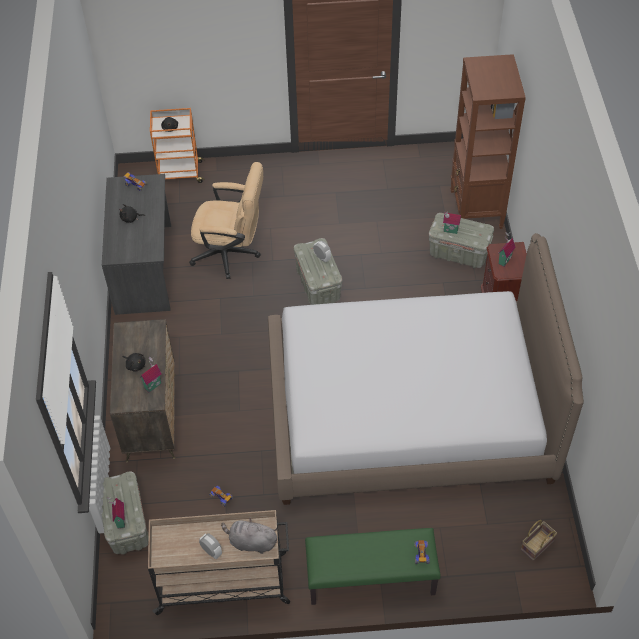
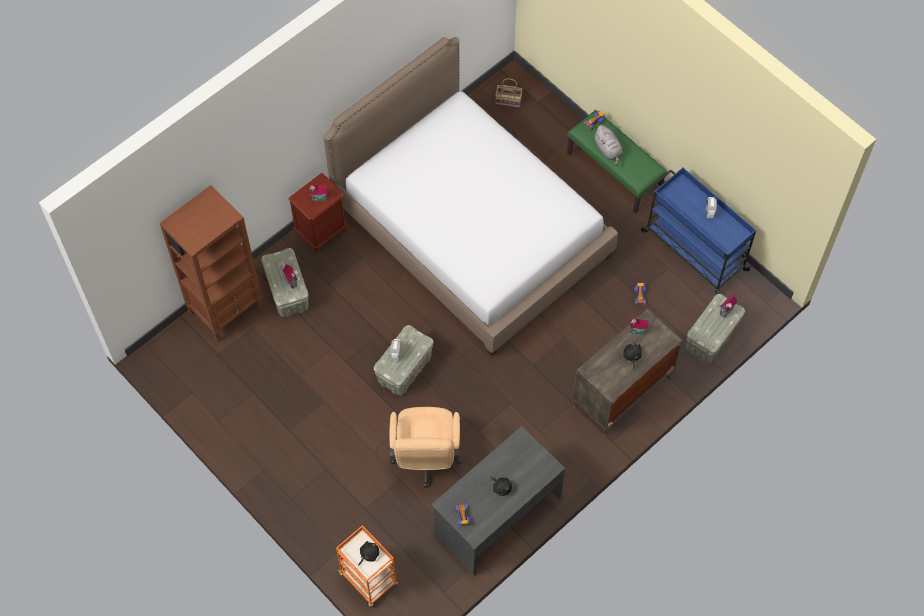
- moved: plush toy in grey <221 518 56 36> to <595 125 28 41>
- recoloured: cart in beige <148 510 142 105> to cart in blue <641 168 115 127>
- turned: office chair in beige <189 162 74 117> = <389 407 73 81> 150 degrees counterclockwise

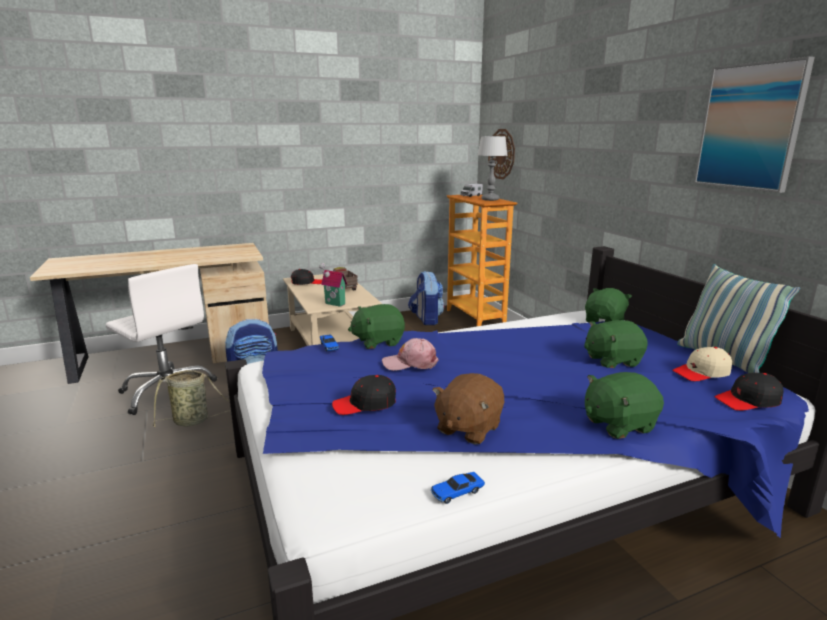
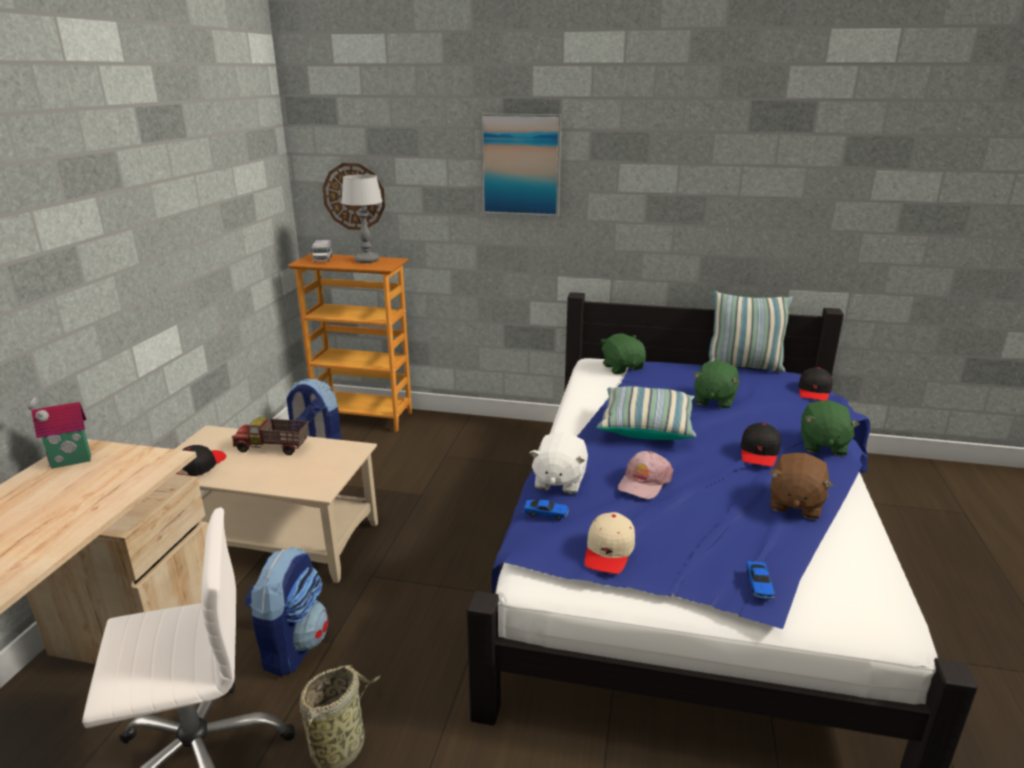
- added: pillow <596 386 100 54>
- moved: toy house <319 263 28 44> to <25 397 66 72>
- moved: cap in black <332 375 64 40> to <741 423 40 44>
- moved: toy car <431 472 54 32> to <746 561 29 38>
- moved: cap in beige <673 347 59 34> to <584 512 51 62>
- moved: picture <694 56 121 137> to <481 113 81 104>
- recoloured: plush toy in green <348 304 57 45> to plush toy in white <529 432 59 62>
- turned: plush toy in brown <432 373 72 72> = <769 453 65 67> 45 degrees clockwise

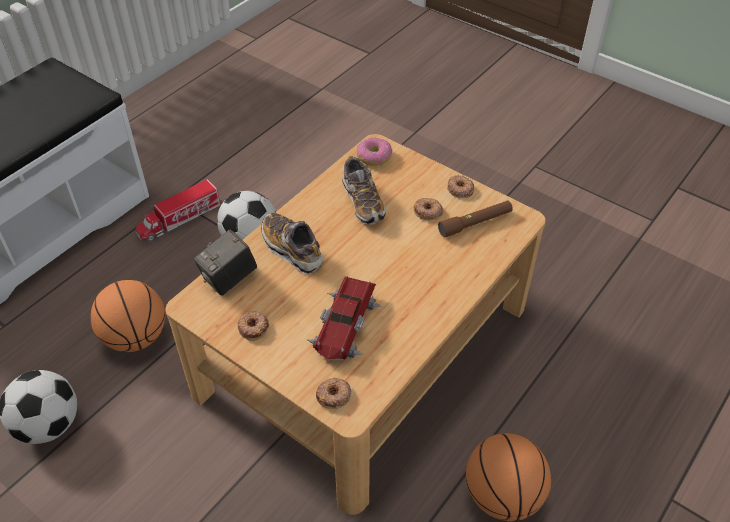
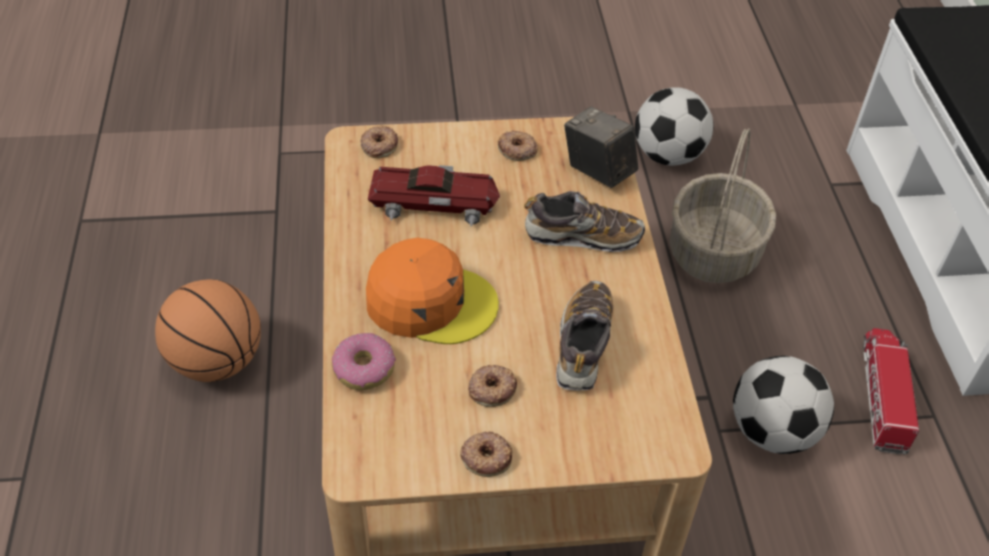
- removed: flashlight in brown <438 201 75 37>
- added: cap in orange <366 237 133 107>
- moved: donut <357 137 35 29> to <332 333 64 57>
- replaced: basketball <91 280 74 72> to basket <670 128 106 155>
- turned: photo camera <194 230 63 66> = <564 106 74 82> 45 degrees counterclockwise
- turned: toy car <306 276 76 85> = <368 165 132 62> 120 degrees clockwise
- turned: shoe <342 155 44 70> = <556 281 57 110> 75 degrees clockwise

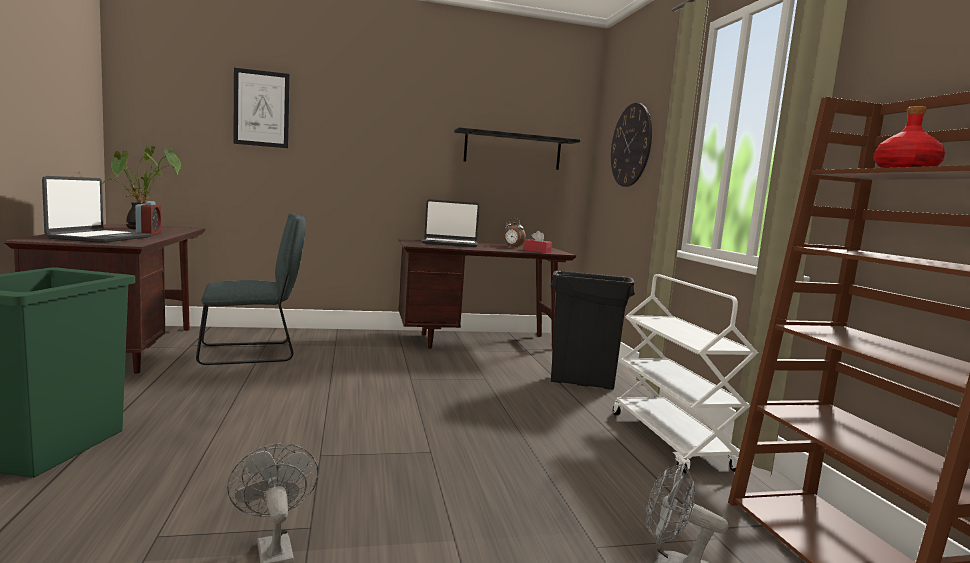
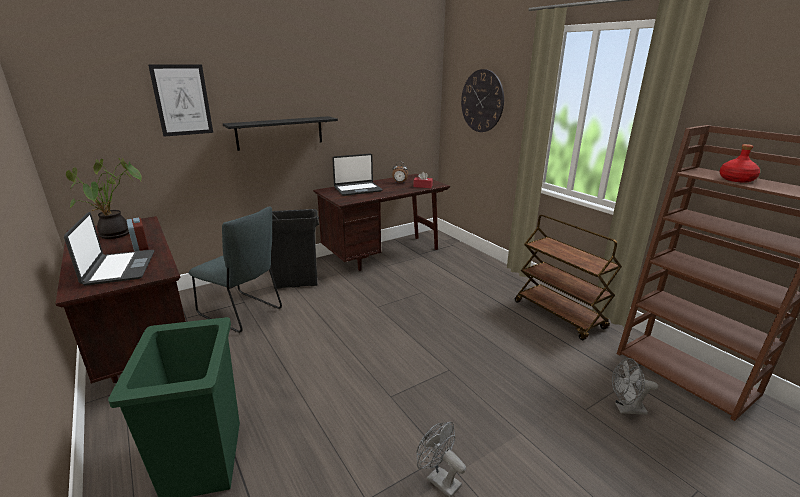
- moved: shelf in black <454 127 126 43> to <223 116 115 35>
- moved: trash can in black <550 270 85 120> to <271 209 48 80>
- recoloured: cart in white <613 274 145 200> to cart in brown <515 214 107 126>
- turned: chair in grey <196 213 110 152> = <188 207 94 126> 75 degrees clockwise

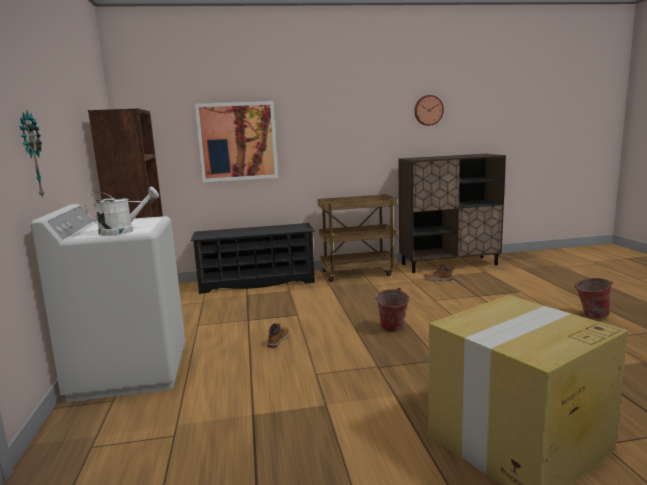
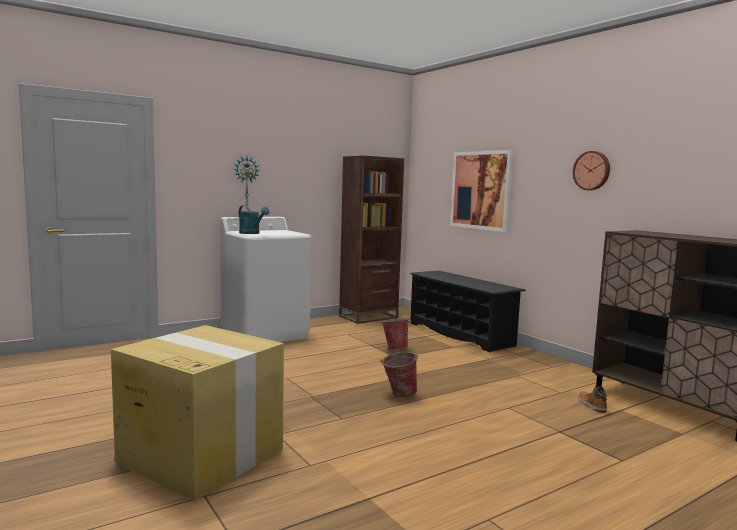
- removed: boot <267 323 22 25>
- removed: cart in brown <317 194 81 88>
- moved: wall clock <414 95 30 31> to <573 151 37 39>
- moved: bucket <574 278 39 40> to <382 318 29 32>
- recoloured: watering can in white <85 186 74 50> to watering can in turquoise <239 205 30 29>

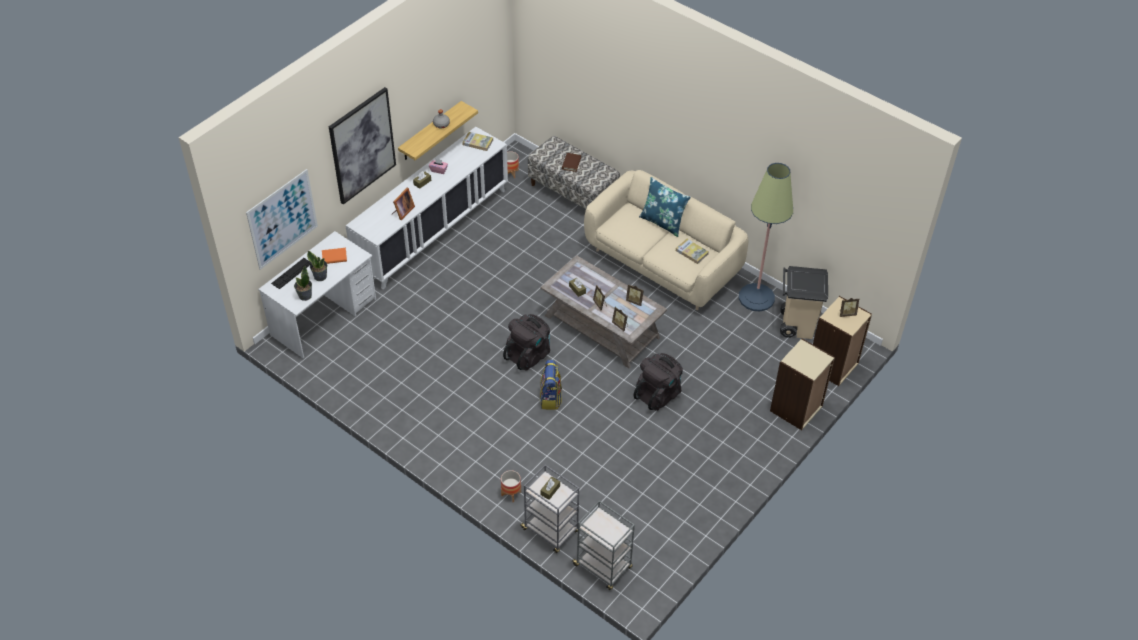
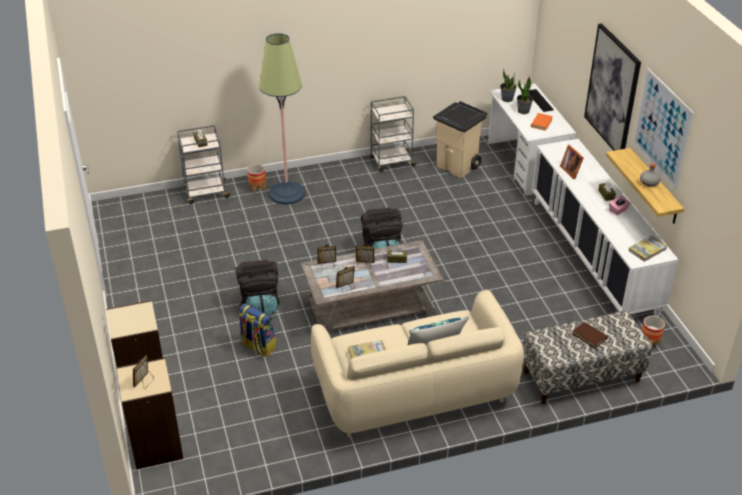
- moved: picture <246 169 72 101> to <633 68 61 122>
- moved: backpack <540 360 22 50> to <239 304 37 53>
- moved: cart in grey <572 501 63 89> to <370 96 48 76>
- moved: floor lamp <739 163 54 148> to <259 33 46 172>
- moved: trash can in beige <780 266 48 73> to <433 101 55 77>

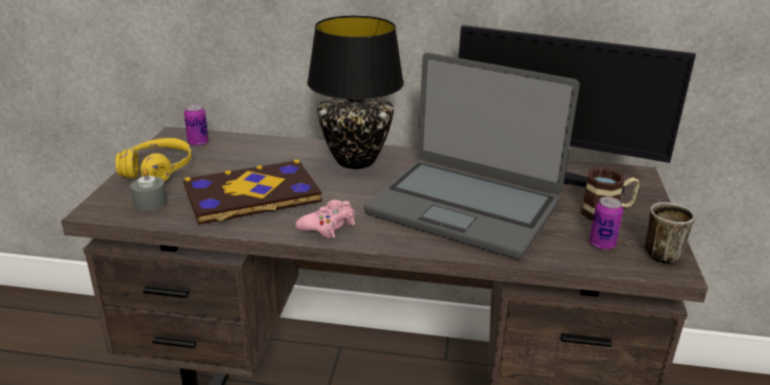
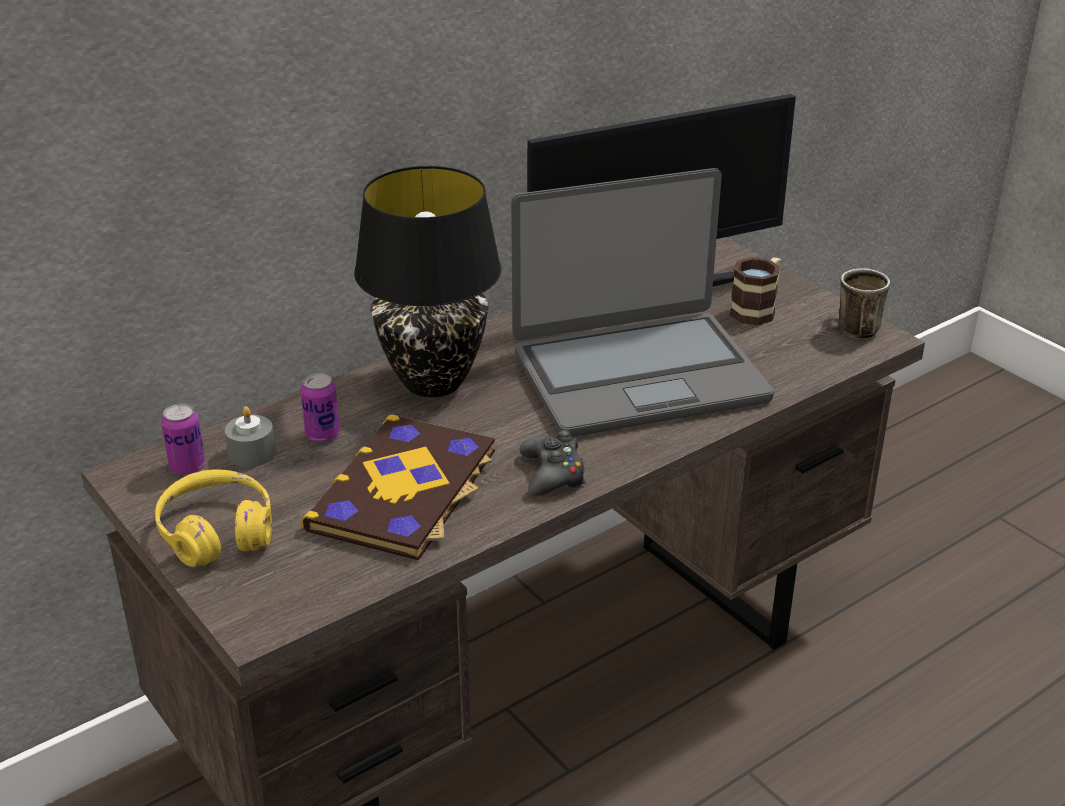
- moved: candle in grey <130 168 37 43> to <225 406 51 61>
- moved: can <589 197 34 53> to <300 373 40 70>
- recoloured: game controller in pink <296 200 59 39> to game controller in black <520 430 66 66>

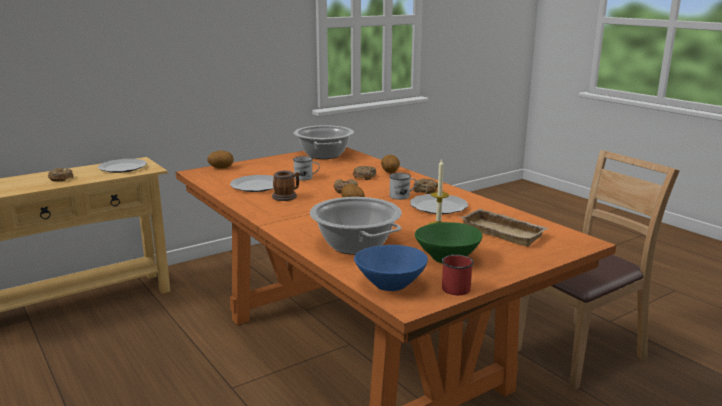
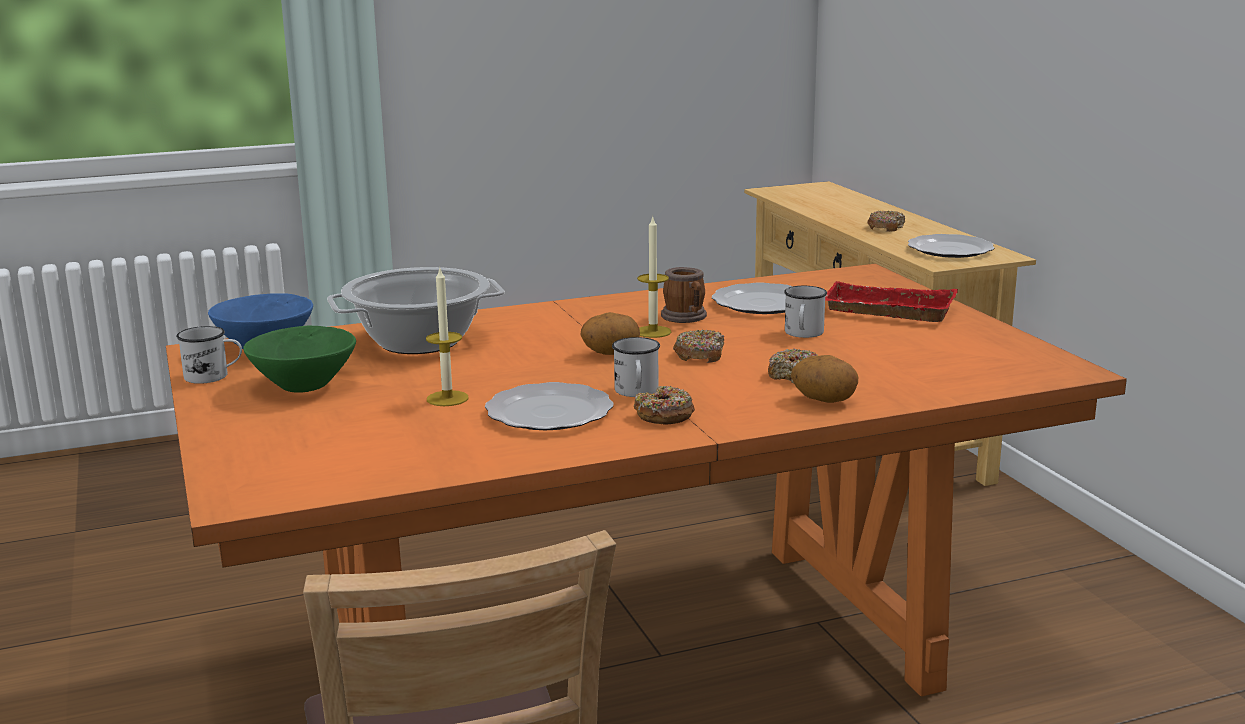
- removed: potato <207 150 27 19>
- removed: cooking pot <294 125 60 34>
- removed: tray in beige <460 208 89 39>
- added: candle <637 215 35 123>
- added: tray in red <825 281 133 41>
- recoloured: mug in red <442 255 32 40> to mug in white <176 326 66 58>

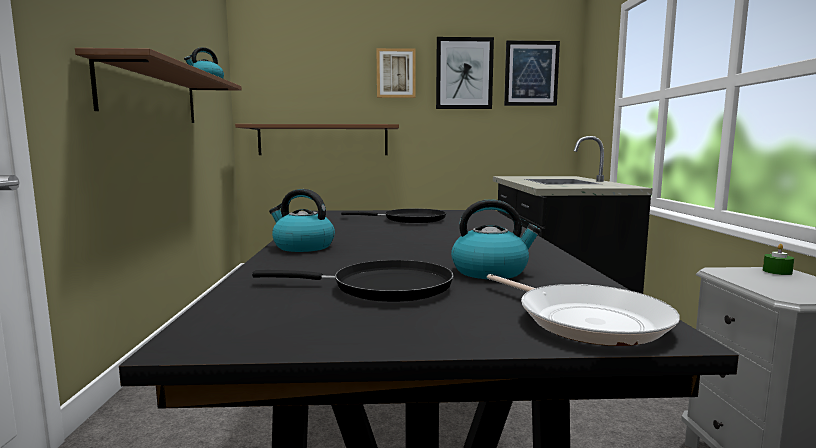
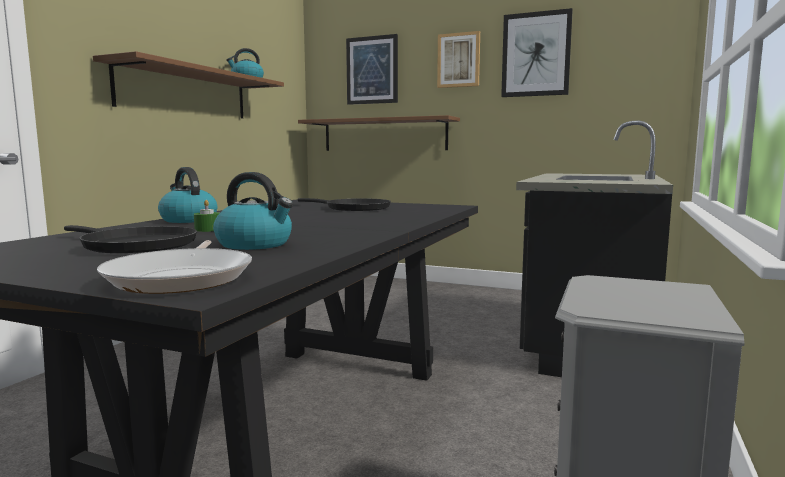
- moved: picture <504 40 56 66> to <346 34 52 71>
- moved: candle in green <763 244 31 31> to <194 200 25 32>

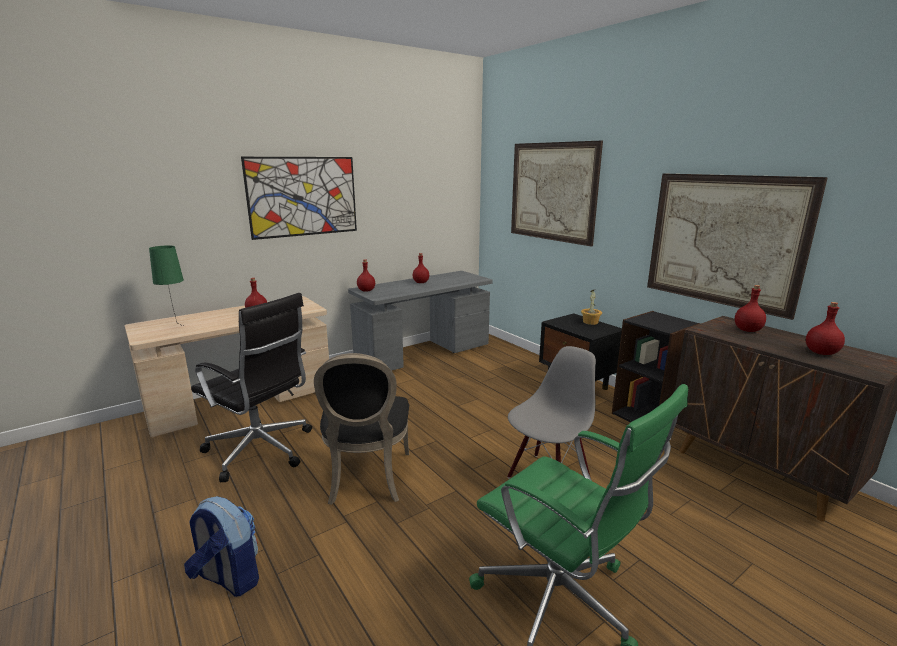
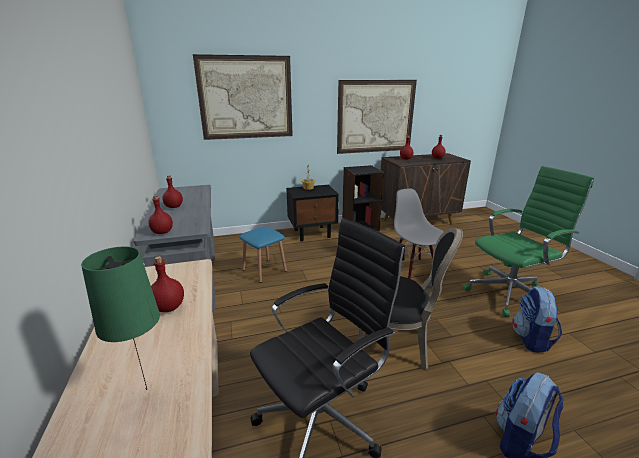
- removed: picture <241 157 116 83>
- added: stool in blue <239 227 48 56>
- added: backpack <512 286 50 66>

